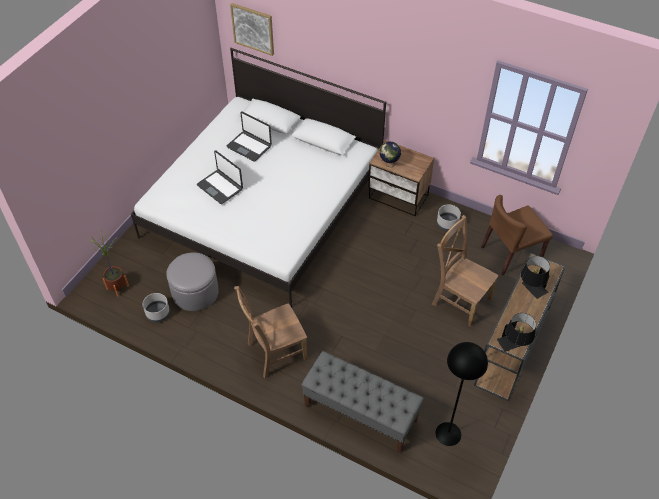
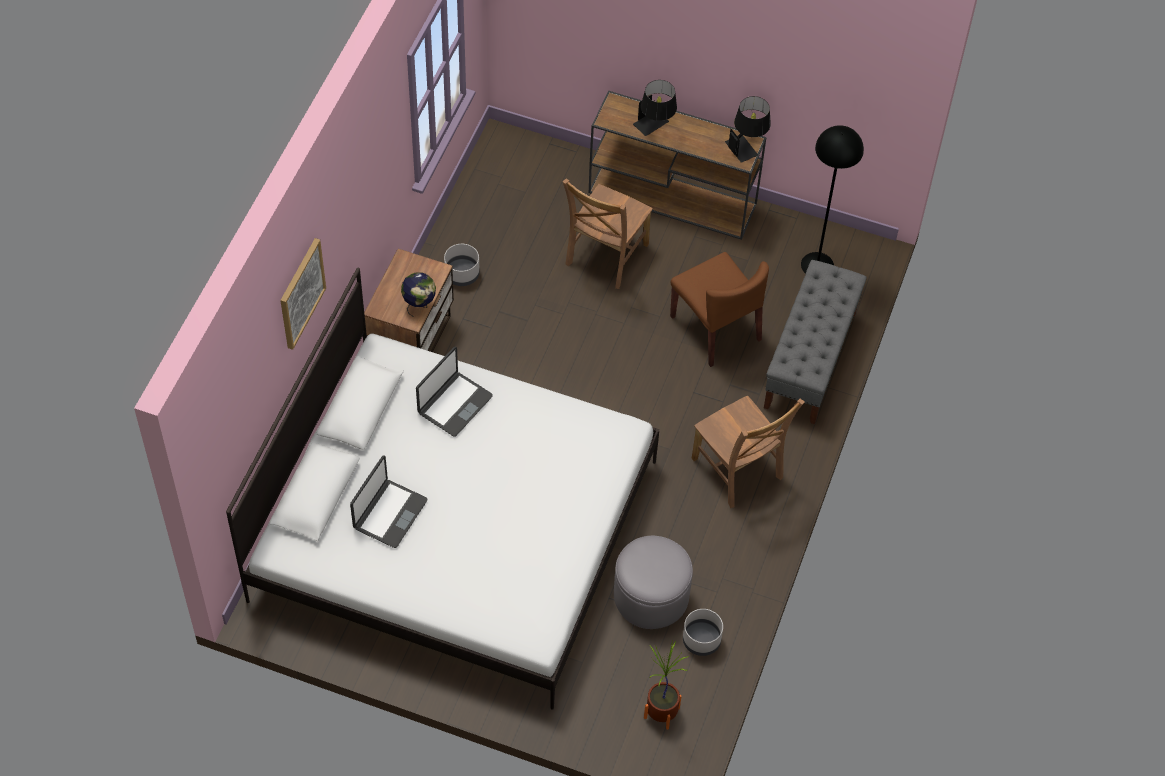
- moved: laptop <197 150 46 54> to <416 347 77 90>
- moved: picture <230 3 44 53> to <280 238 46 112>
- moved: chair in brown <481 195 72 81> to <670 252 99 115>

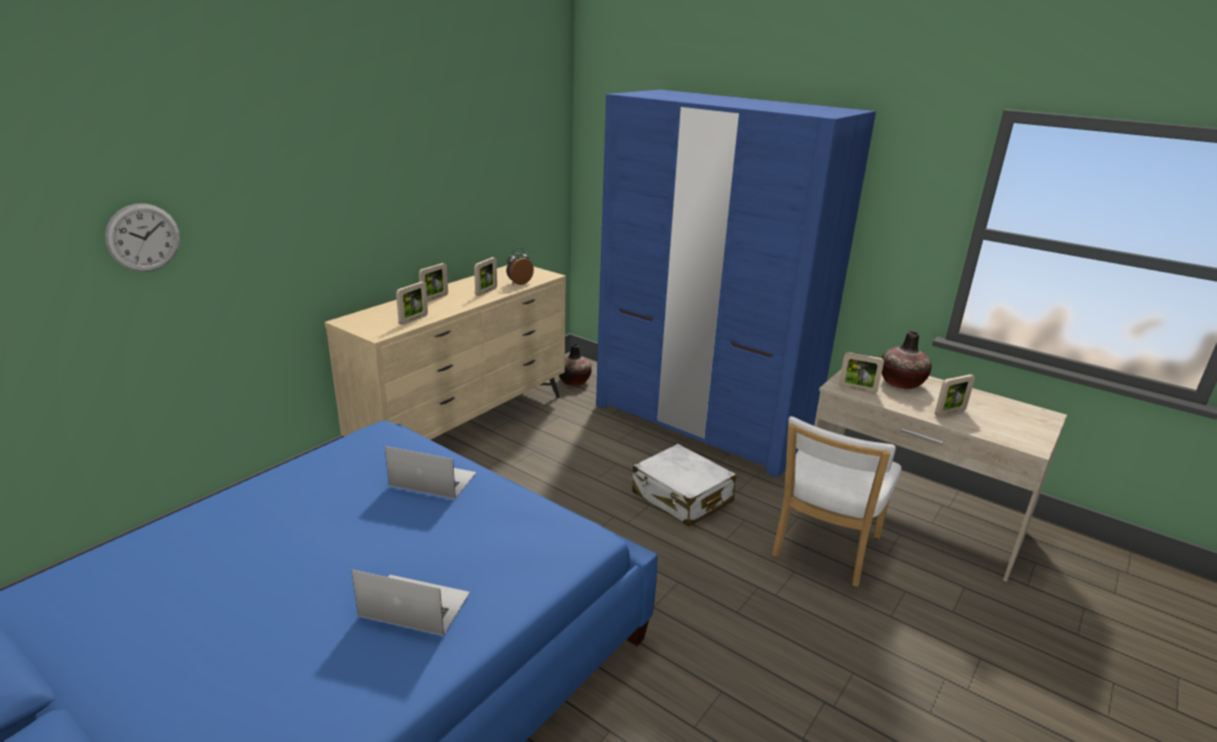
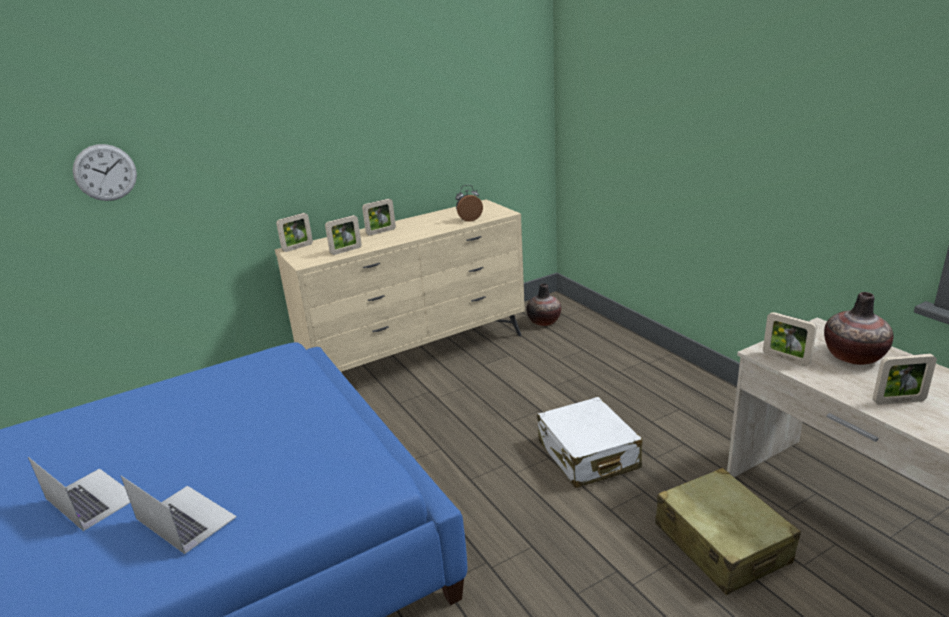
- removed: wardrobe in blue <596 90 280 387>
- moved: laptop <385 446 91 53> to <28 457 102 74>
- moved: picture frame <474 257 23 39> to <276 213 37 39>
- replaced: chair in white <772 416 129 171> to suitcase in beige <655 468 146 127>

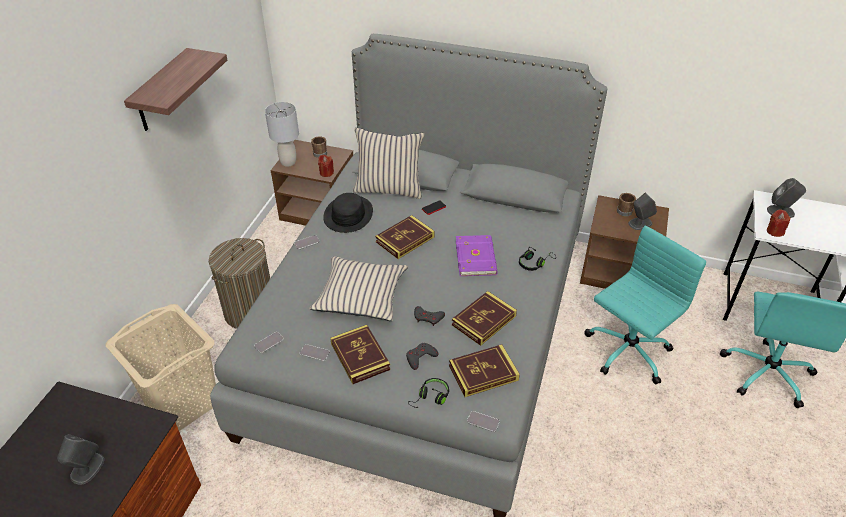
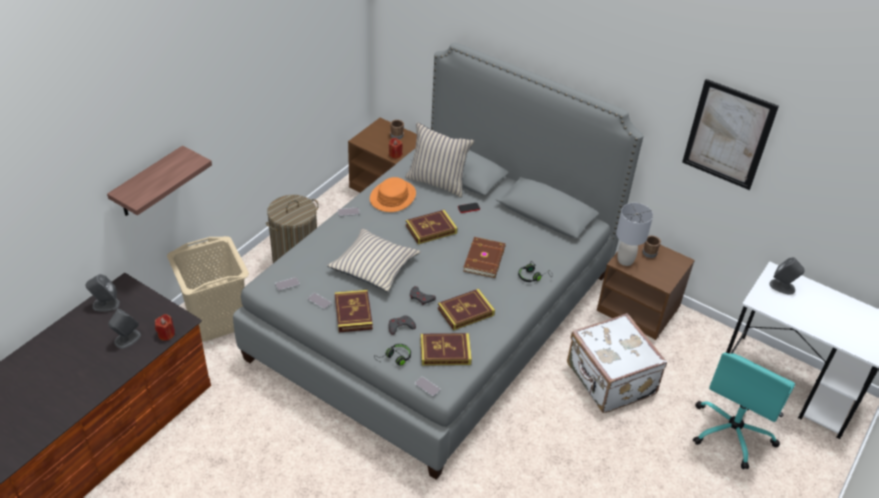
- added: picture <682 79 97 111>
- moved: shelf <124 48 103 83> to <107 145 105 71>
- moved: table lamp in grey <265 102 34 65> to <616 203 37 63>
- moved: speaker in grey <628 193 29 37> to <85 274 35 38>
- moved: candle in red <767 210 23 27> to <155 314 20 27>
- replaced: office chair in turquoise <584 226 122 158> to suitcase in white <567 313 100 100>
- recoloured: hat in black <323 193 50 40> to hat in orange <370 177 46 35>
- recoloured: book in purple <456 235 42 41> to book in brown <463 237 43 41>

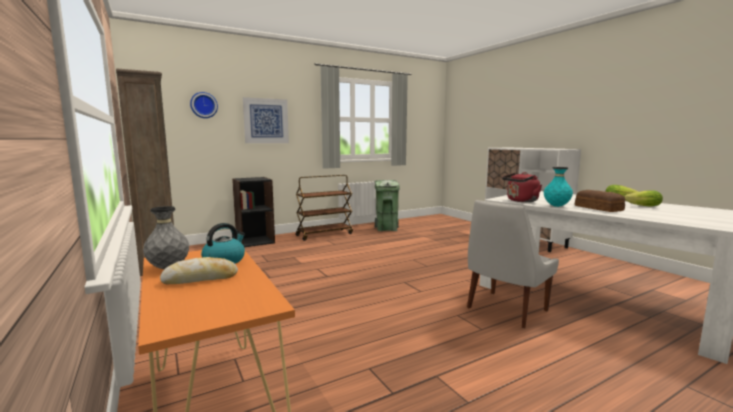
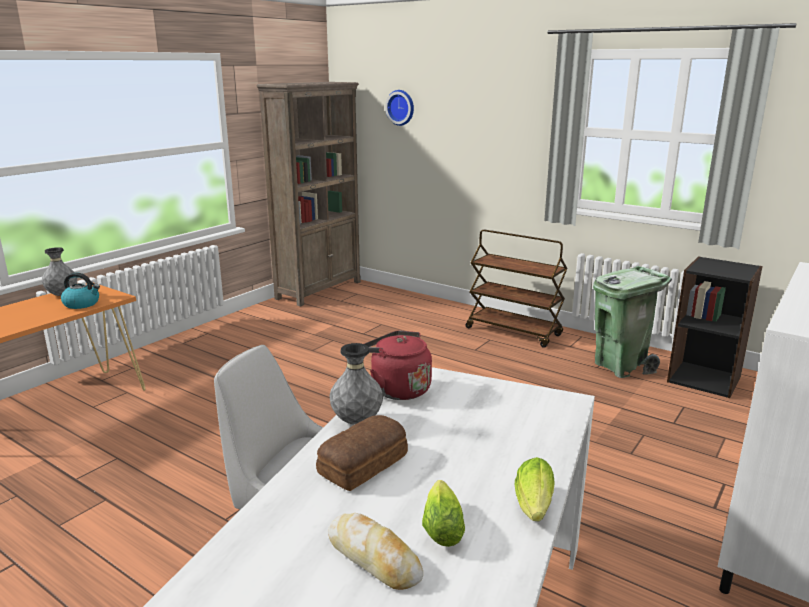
- removed: picture <243 97 46 46>
- moved: bread <160 257 78 27> to <328 513 95 77>
- moved: bookcase in black <232 177 43 71> to <667 256 96 142>
- recoloured: vase in turquoise <544 167 29 40> to vase in grey <329 343 54 82>

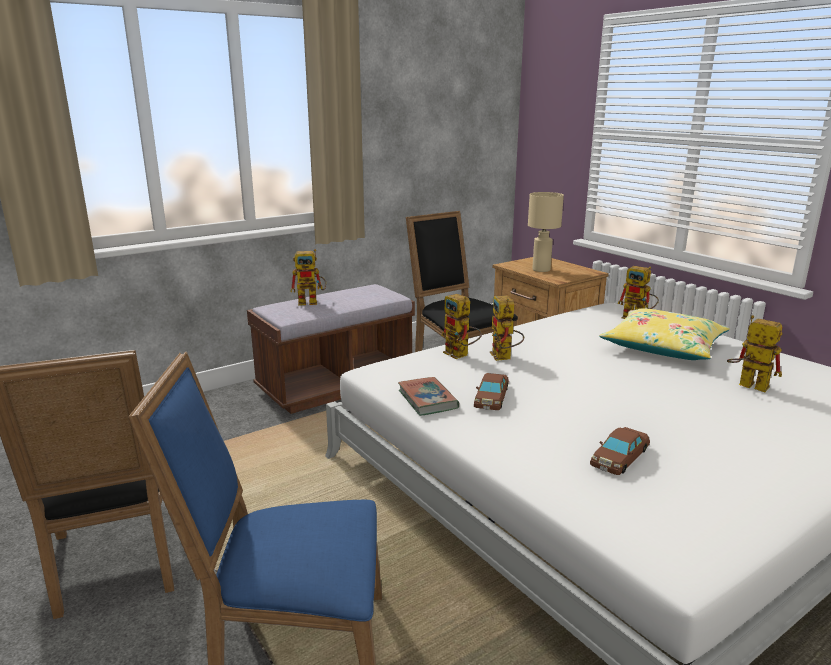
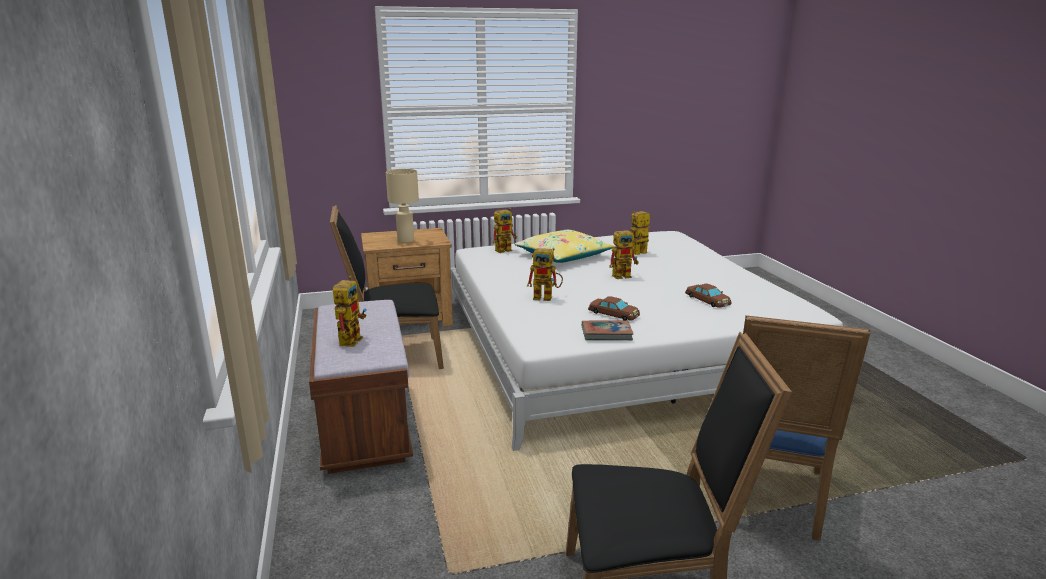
- moved: toy robot <441 294 41 65> to <609 229 30 50>

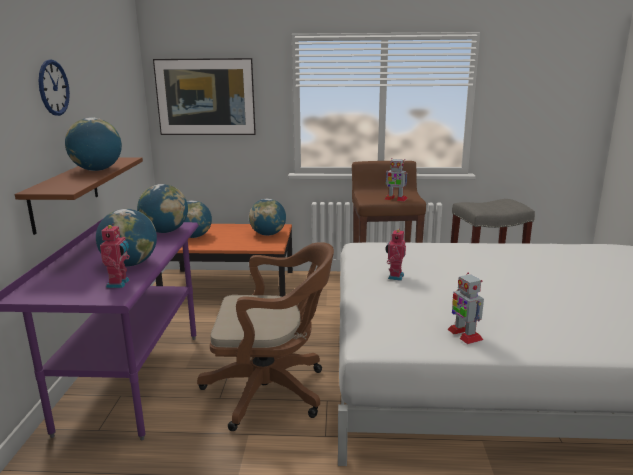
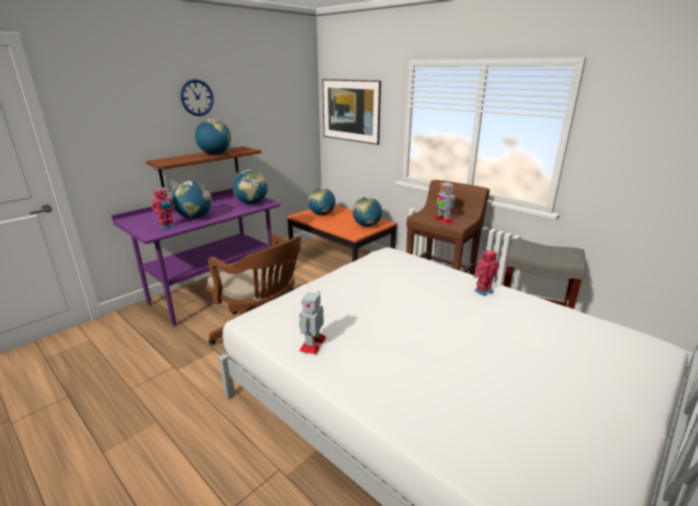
- moved: toy robot <385 228 21 53> to <473 250 26 46>

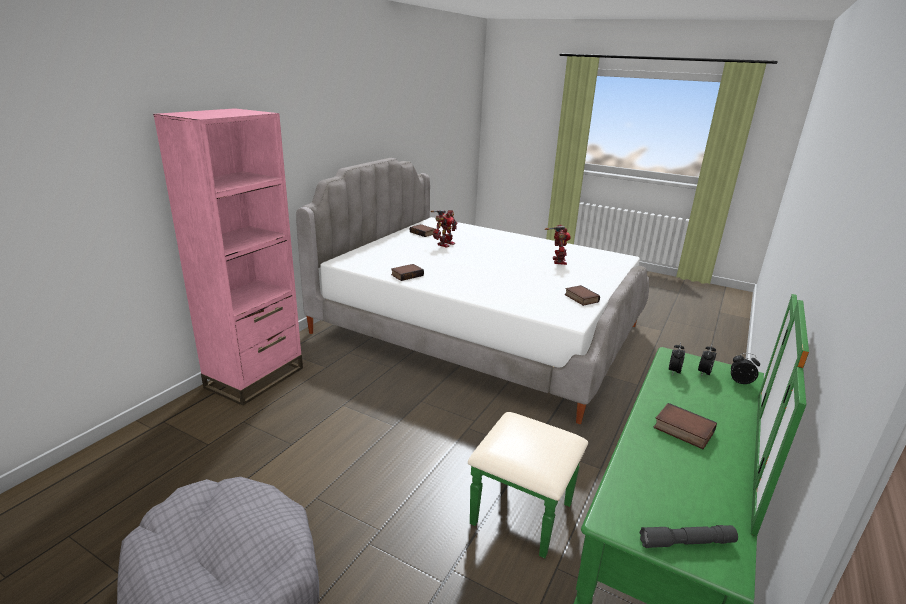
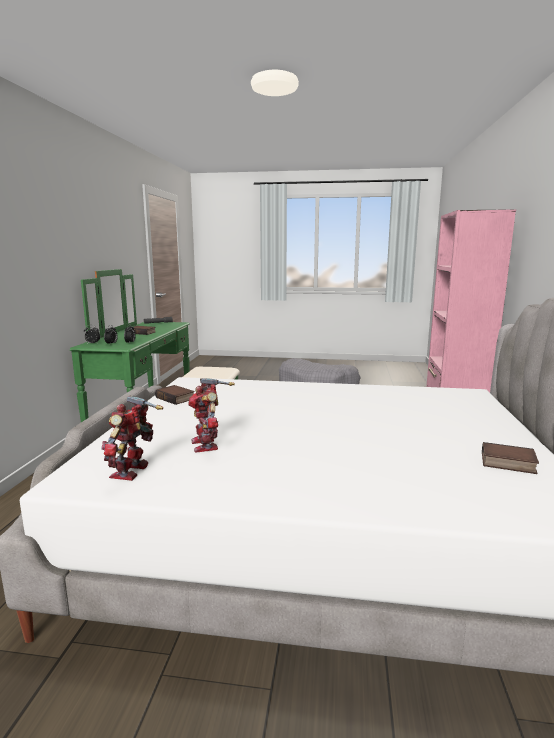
- removed: book <391 264 33 17>
- moved: toy robot <431 210 27 38> to <101 396 62 85>

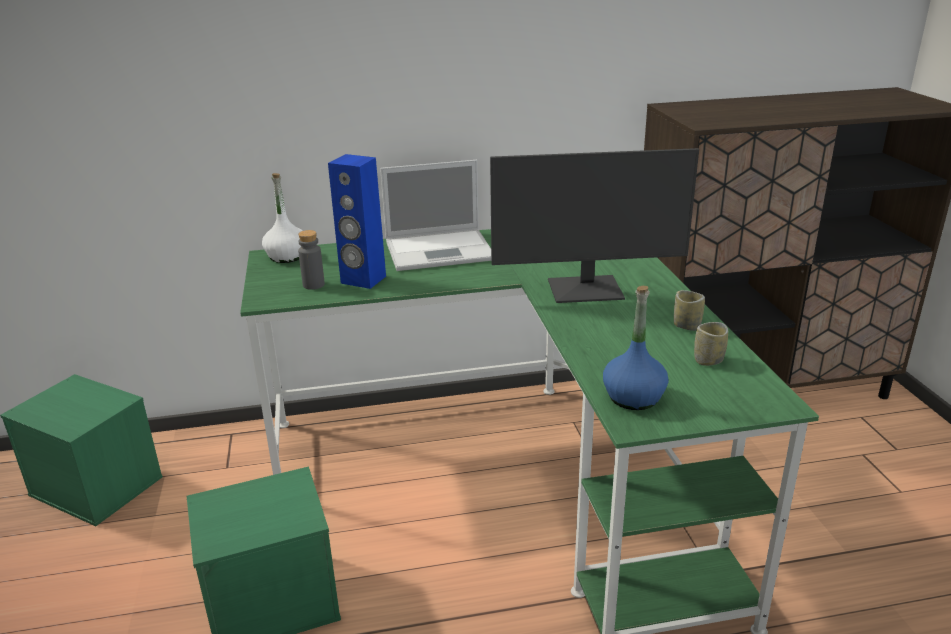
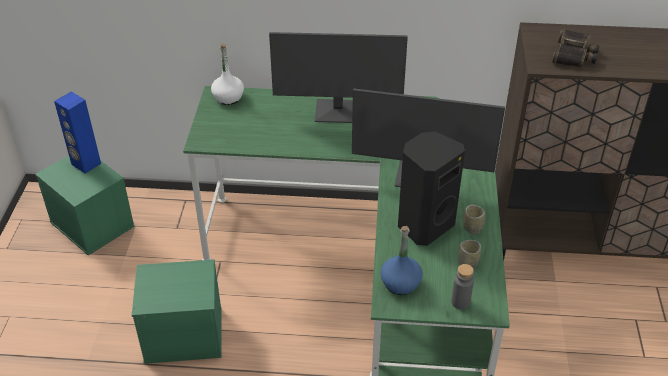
- added: speaker in black <398 131 67 115>
- added: binoculars <552 29 48 39>
- moved: bottle in grey <298 230 27 60> to <451 264 23 46>
- moved: speaker in blue <328 154 58 135> to <54 91 47 83>
- replaced: laptop <380 160 111 111> to monitor <269 32 139 91>

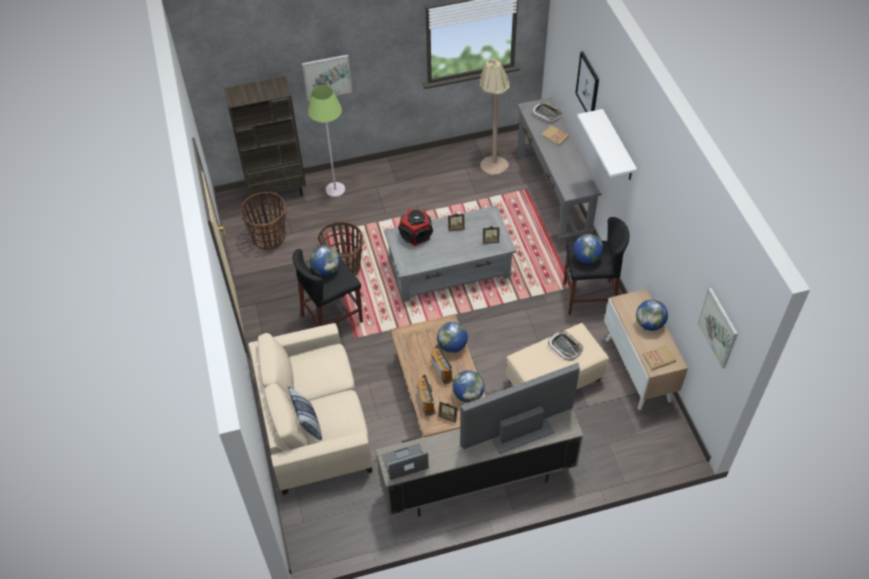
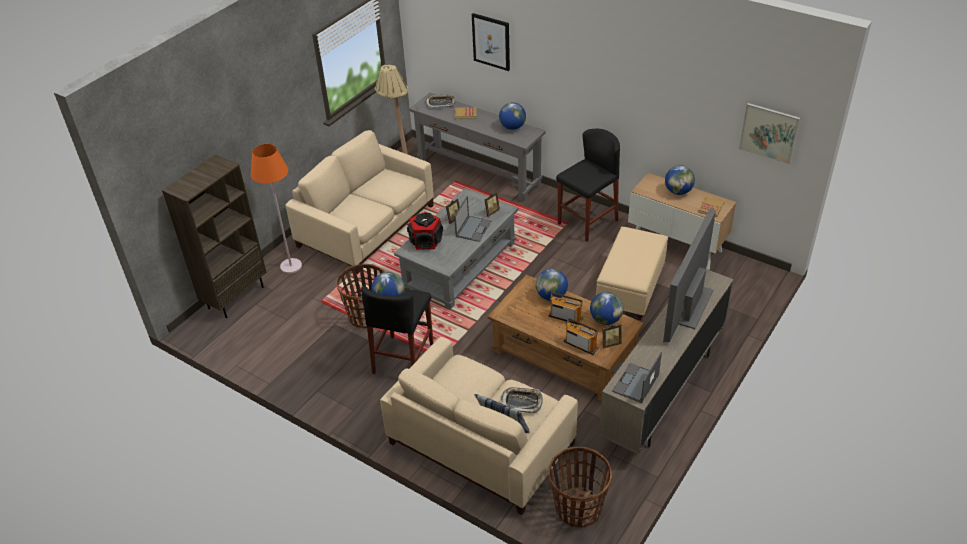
- removed: picture <302 55 50 46>
- removed: shelf in white <577 109 60 71>
- added: sofa in beige <286 130 148 144>
- added: laptop <454 196 37 46>
- moved: basket <241 192 45 58> to <548 447 64 81>
- moved: tray <547 331 37 30> to <501 387 42 26>
- moved: globe <574 234 30 30> to <499 102 27 28>
- recoloured: floor lamp in green <308 85 37 112> to floor lamp in orange <251 144 51 130>

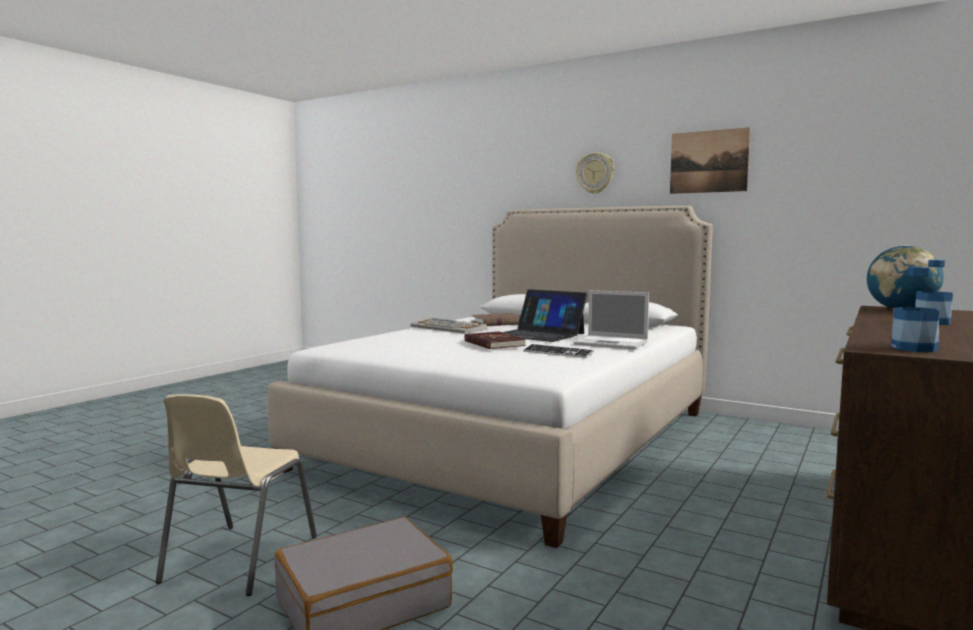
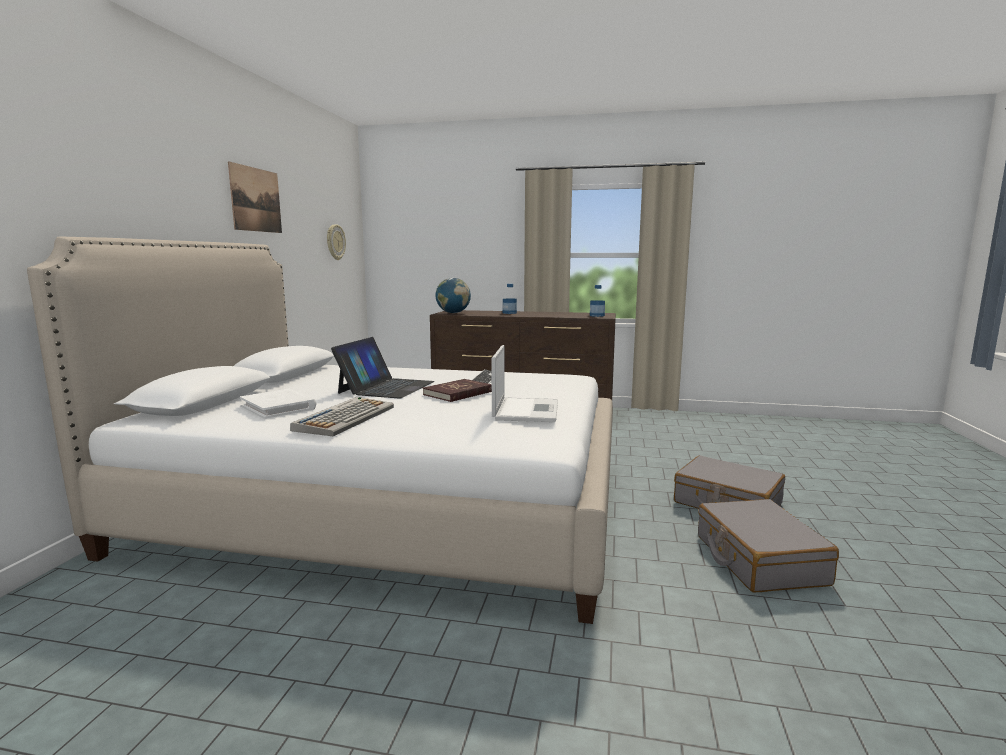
- moved: laptop <573 290 76 60> to <491 345 67 77>
- moved: wall clock <576 152 38 42> to <327 224 19 36>
- replaced: chair in beige <155 394 162 202> to suitcase in grey <698 499 141 93>
- recoloured: book in brown <471 313 50 13> to book in white <240 389 76 30>

